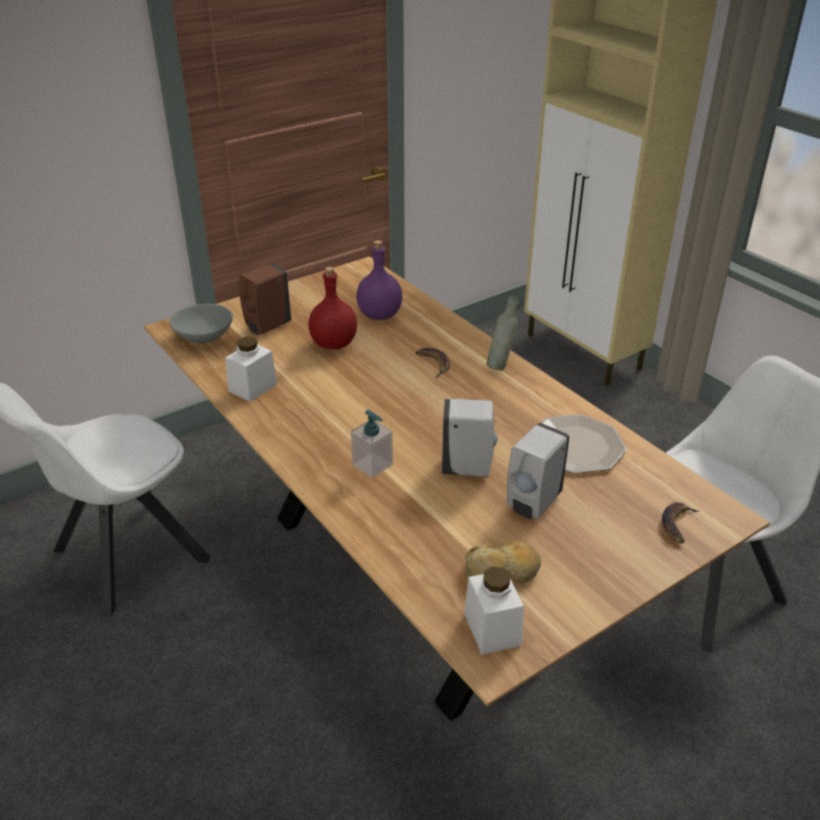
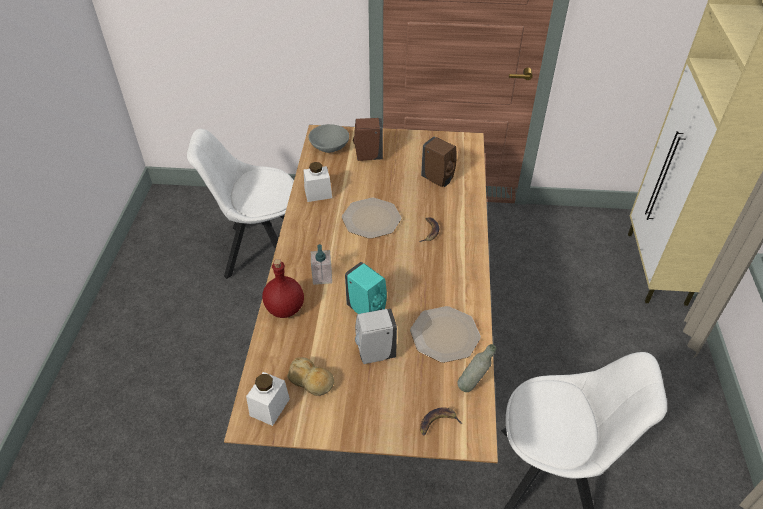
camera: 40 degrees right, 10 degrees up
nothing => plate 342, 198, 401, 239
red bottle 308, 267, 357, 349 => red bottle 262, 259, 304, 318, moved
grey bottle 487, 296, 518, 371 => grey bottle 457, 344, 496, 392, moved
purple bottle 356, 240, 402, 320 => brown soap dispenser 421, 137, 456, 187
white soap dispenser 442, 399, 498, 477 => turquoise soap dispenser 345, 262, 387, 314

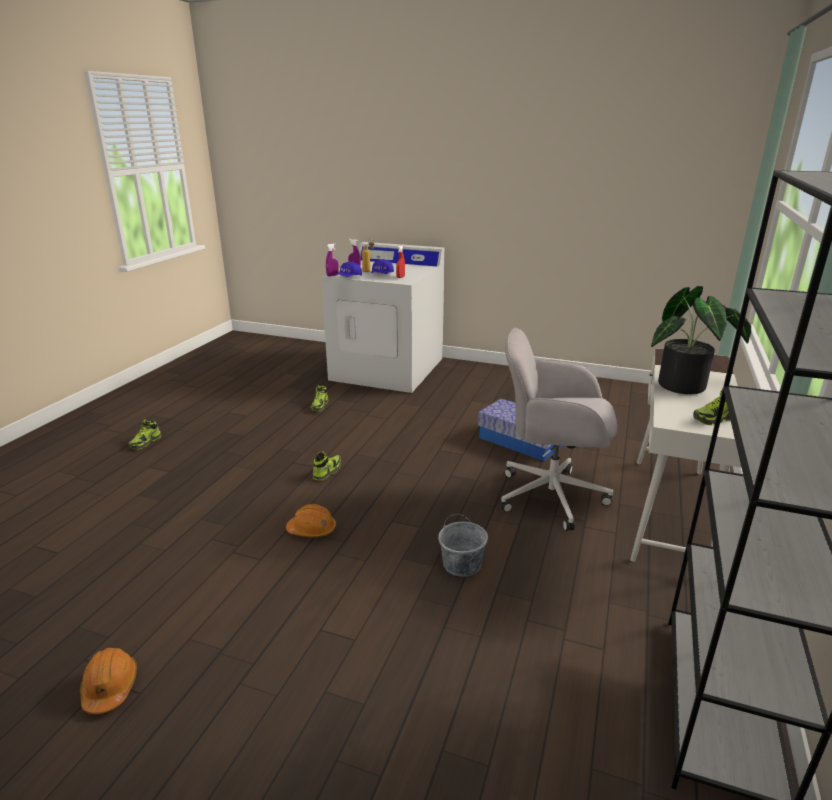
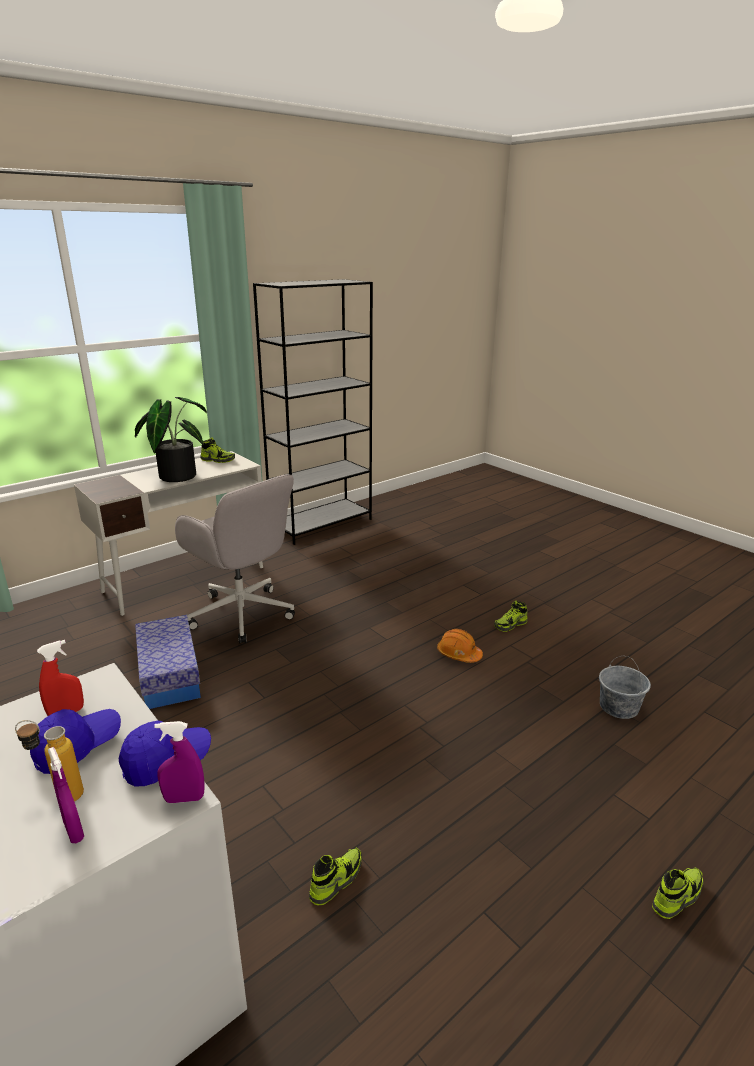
camera: 150 degrees left, 0 degrees up
orange hard hat 80, 648, 137, 714 => nothing
shoe 313, 452, 341, 481 => shoe 494, 600, 528, 632, moved
grey bucket 438, 514, 488, 577 => grey bucket 599, 656, 651, 719, moved

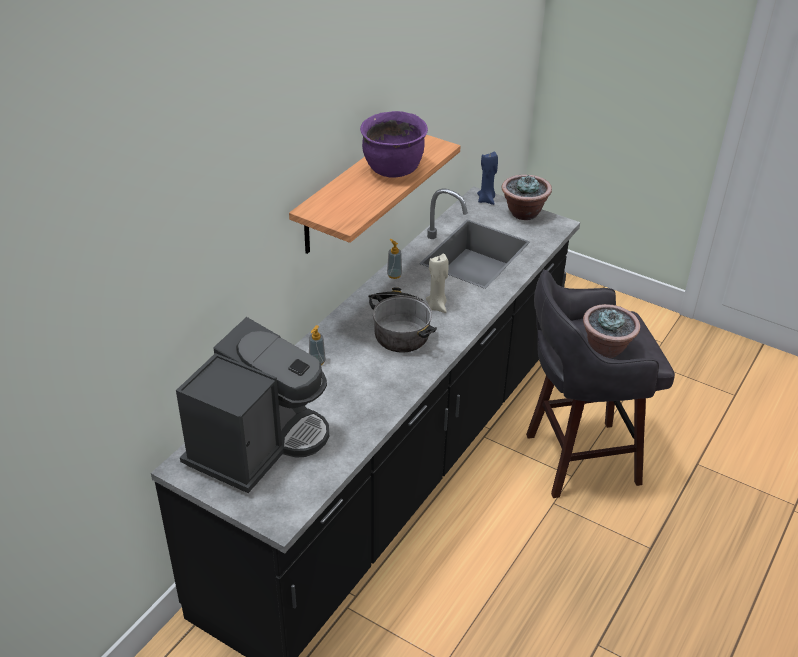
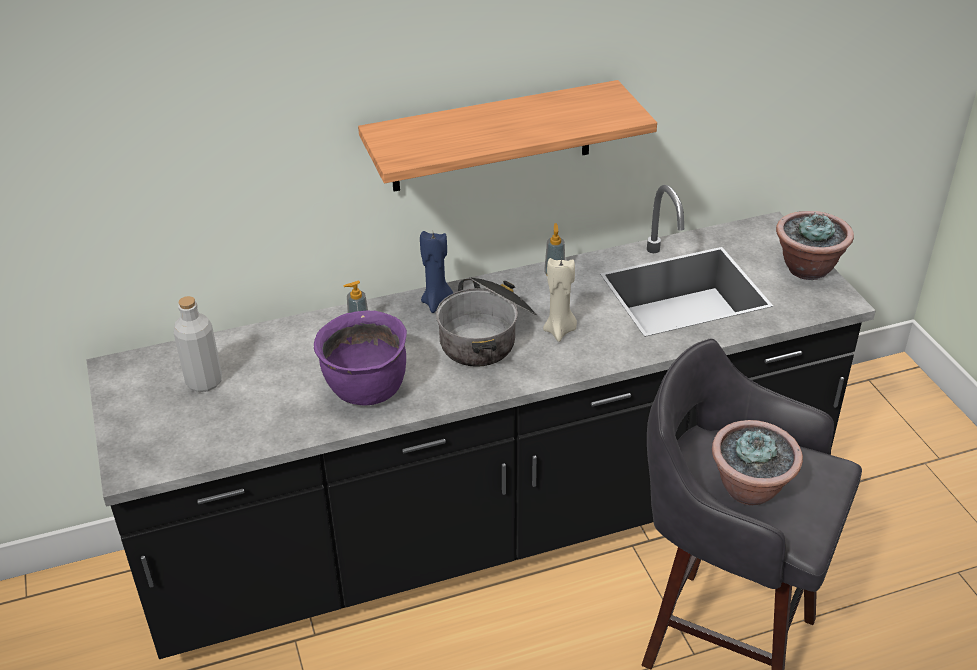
camera: 40 degrees right, 0 degrees up
purple cooking pot 360, 111, 428, 177 => purple cooking pot 314, 311, 407, 405, moved
blue candle 477, 151, 498, 205 => blue candle 420, 231, 453, 313, moved
coffee machine 176, 317, 329, 493 => grey bottle 174, 296, 222, 392

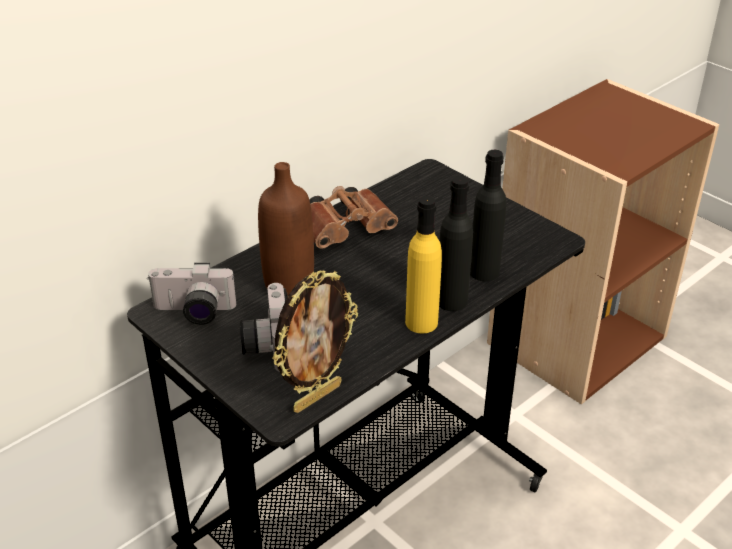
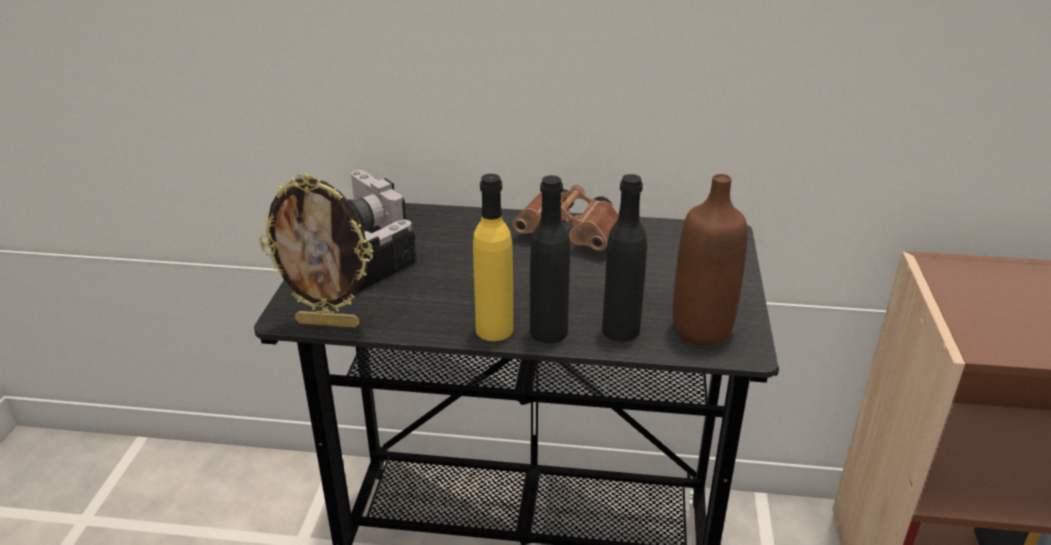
camera: 50 degrees right, 5 degrees down
brown bottle 258, 162, 314, 296 => brown bottle 673, 174, 748, 345, moved

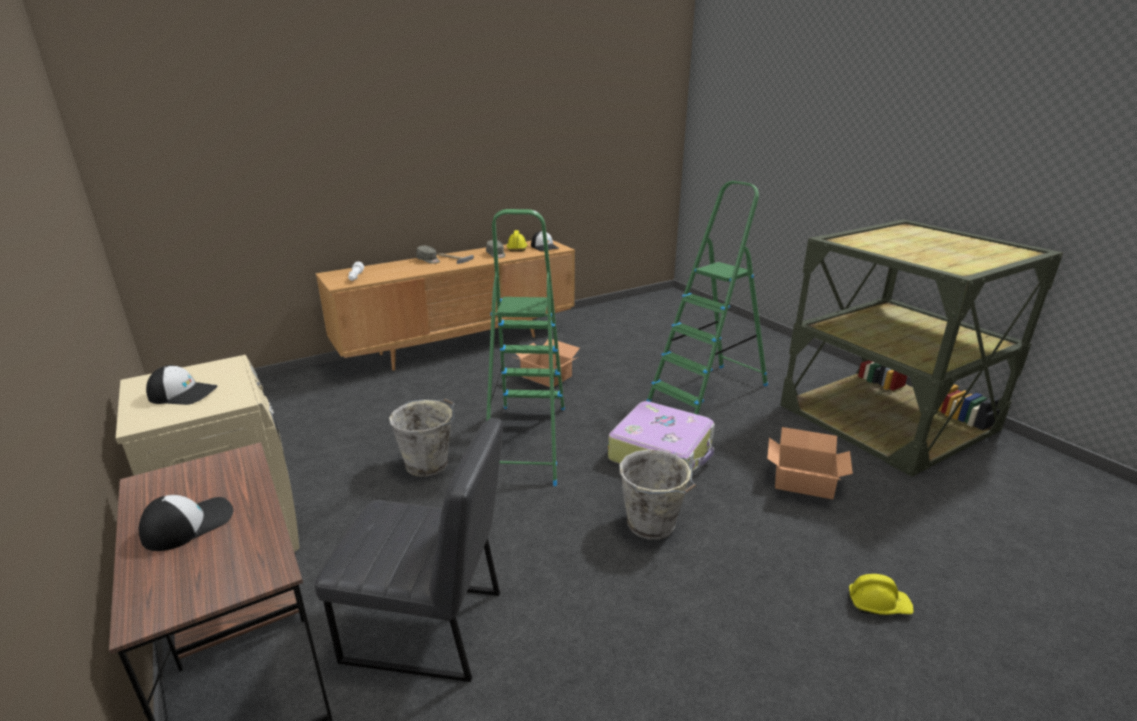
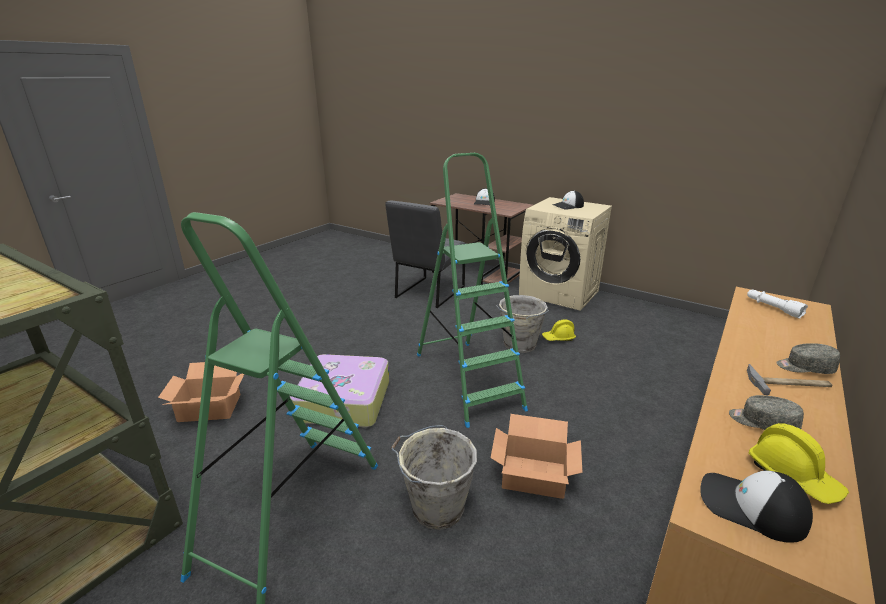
camera: 155 degrees right, 0 degrees up
grey bucket 619, 449, 696, 540 => grey bucket 391, 425, 477, 530, moved
yellow hard hat 849, 574, 914, 615 => yellow hard hat 542, 319, 576, 341, moved
grey chair 315, 418, 503, 682 => grey chair 385, 201, 467, 308, 45 degrees counterclockwise

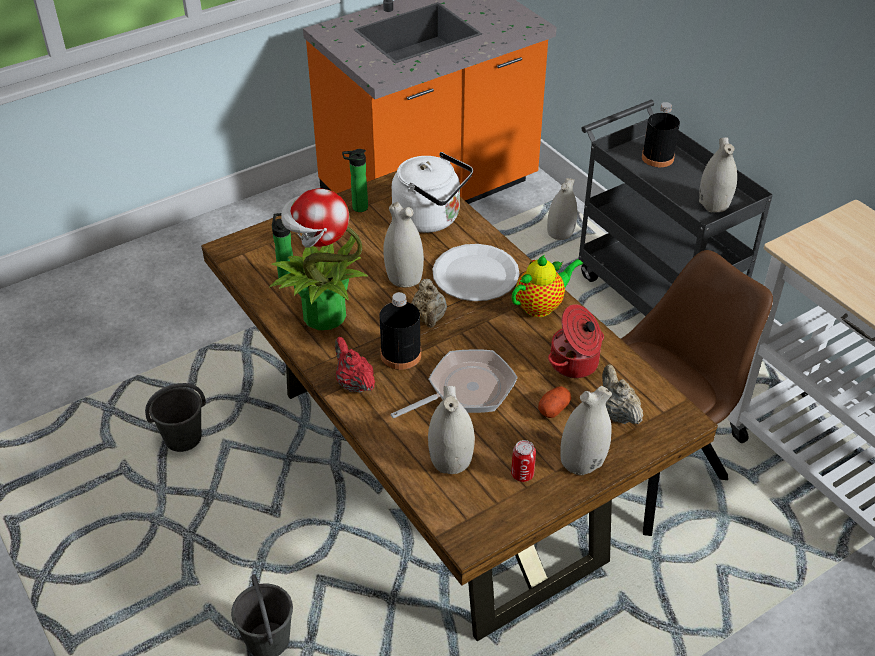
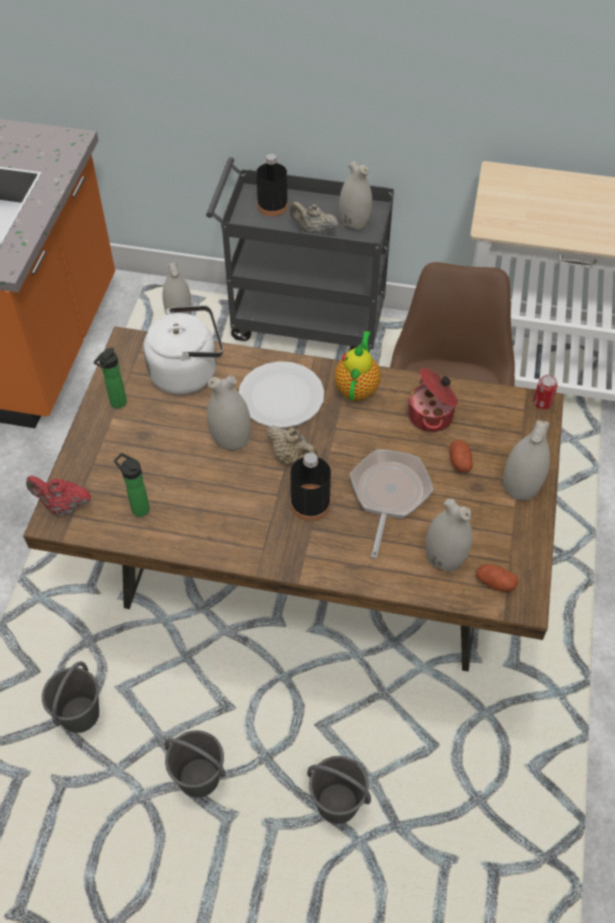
camera: 45 degrees left, 10 degrees up
potted plant 269, 188, 369, 330 => nothing
nothing => grey bucket 165, 730, 225, 798
nothing => potato 476, 564, 519, 592
red teapot 335, 337, 375, 393 => red teapot 26, 476, 91, 515, moved
can 511, 440, 536, 482 => can 533, 375, 558, 409, moved
beige teapot 602, 364, 643, 424 => beige teapot 290, 202, 338, 236, moved

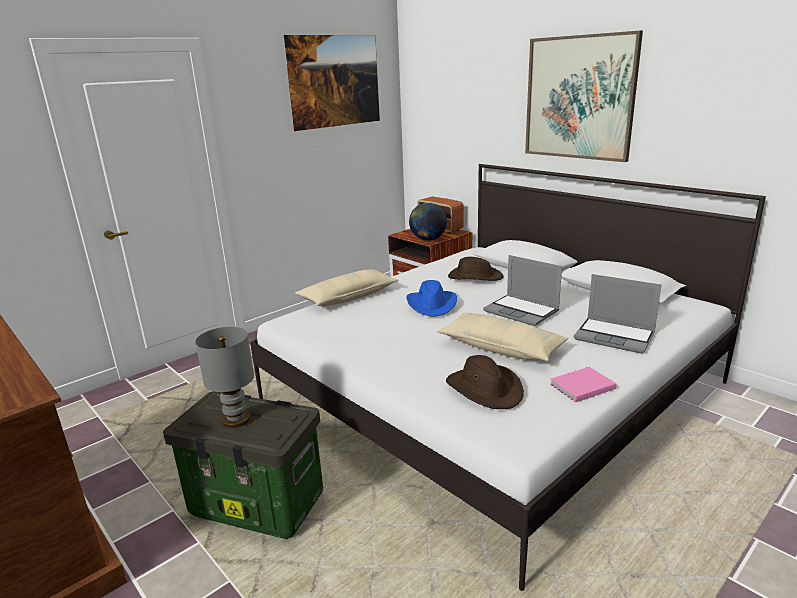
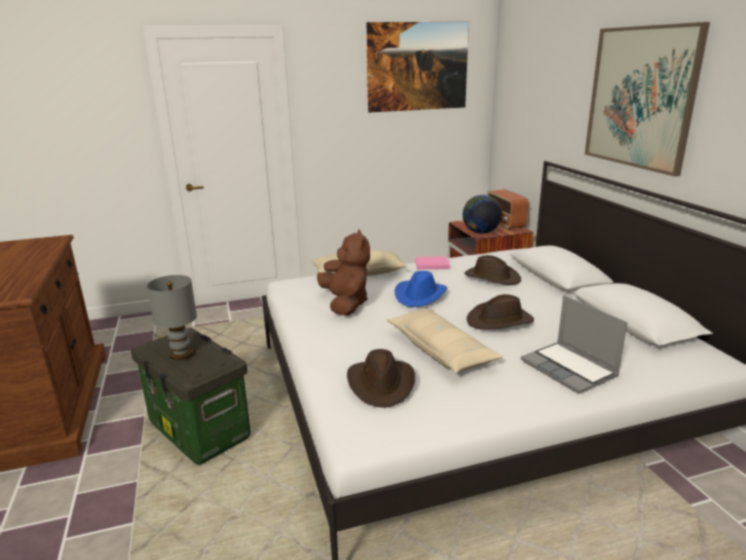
camera: 25 degrees right, 0 degrees up
nothing => brown plush toy 317, 229, 370, 316
pink book 550, 367, 617, 402 => pink book 415, 256, 450, 269, moved
laptop 483, 255, 562, 326 => brown hat 467, 294, 534, 330

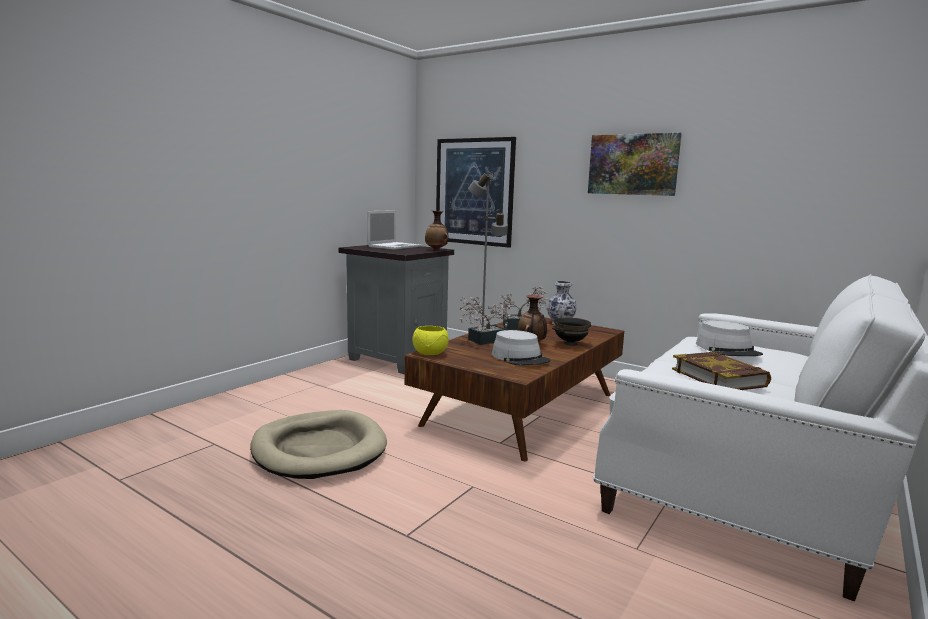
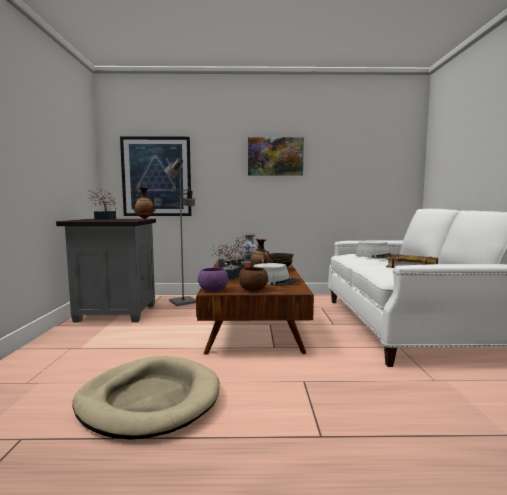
camera: 35 degrees left, 5 degrees down
nothing => brown bowl 239, 267, 268, 291
laptop 367, 210, 421, 250 => potted plant 88, 188, 117, 220
yellow bowl 413, 326, 449, 355 => purple bowl 198, 268, 228, 292

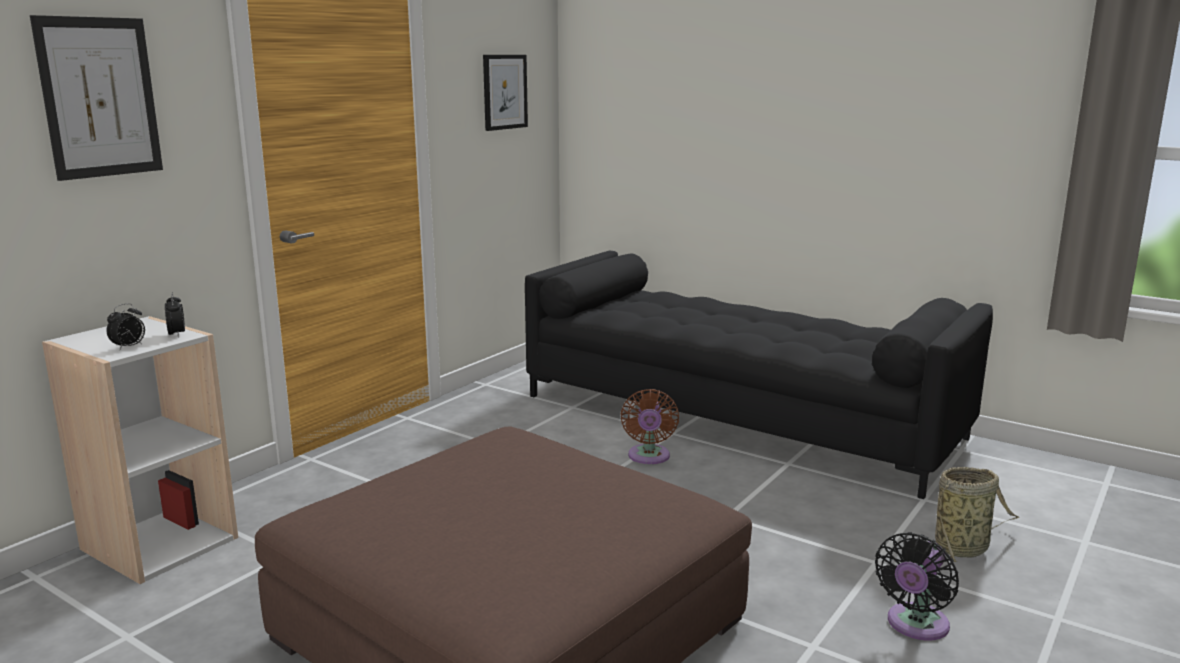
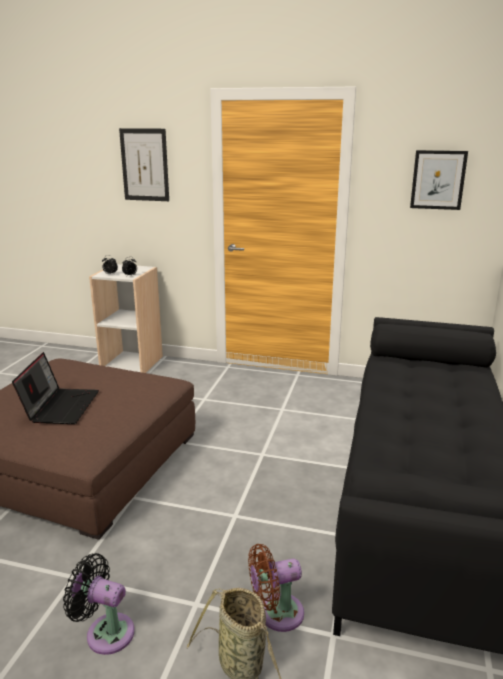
camera: 70 degrees right, 5 degrees up
nothing => laptop 12, 352, 99, 424
brown fan 621, 389, 679, 464 => brown fan 248, 544, 304, 632, moved

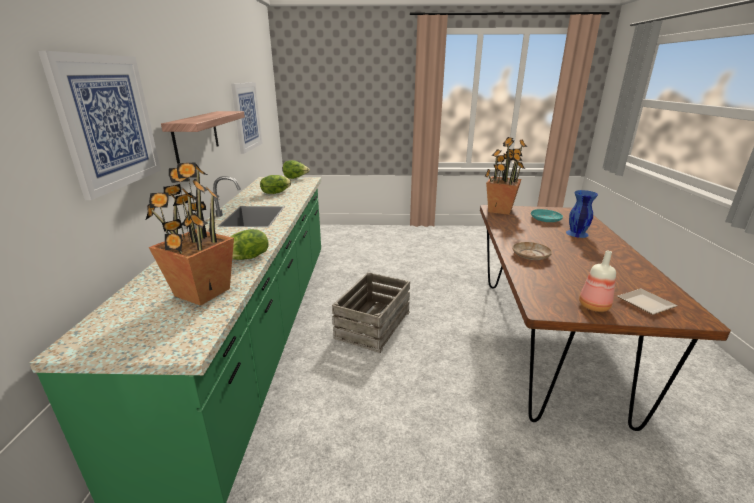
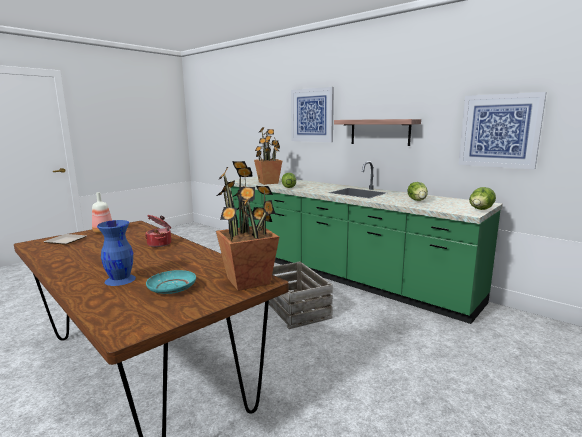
camera: 130 degrees right, 10 degrees down
beige plate 512, 242, 552, 260 => cooking pot 145, 215, 171, 247

